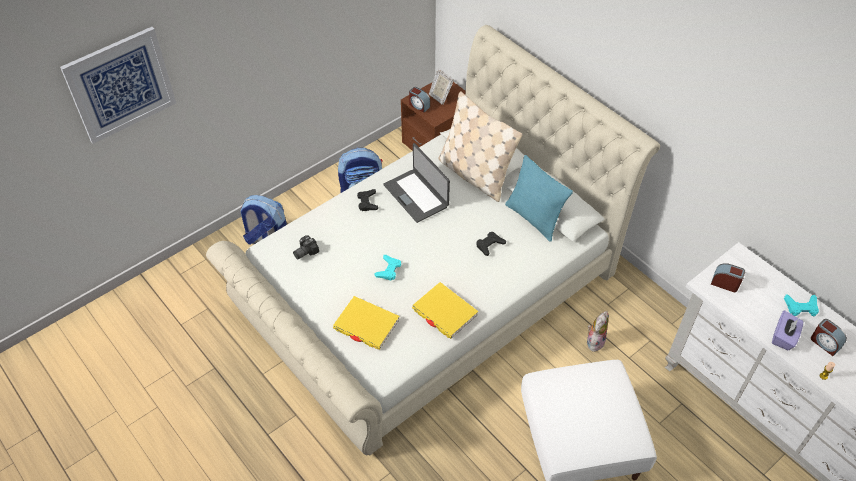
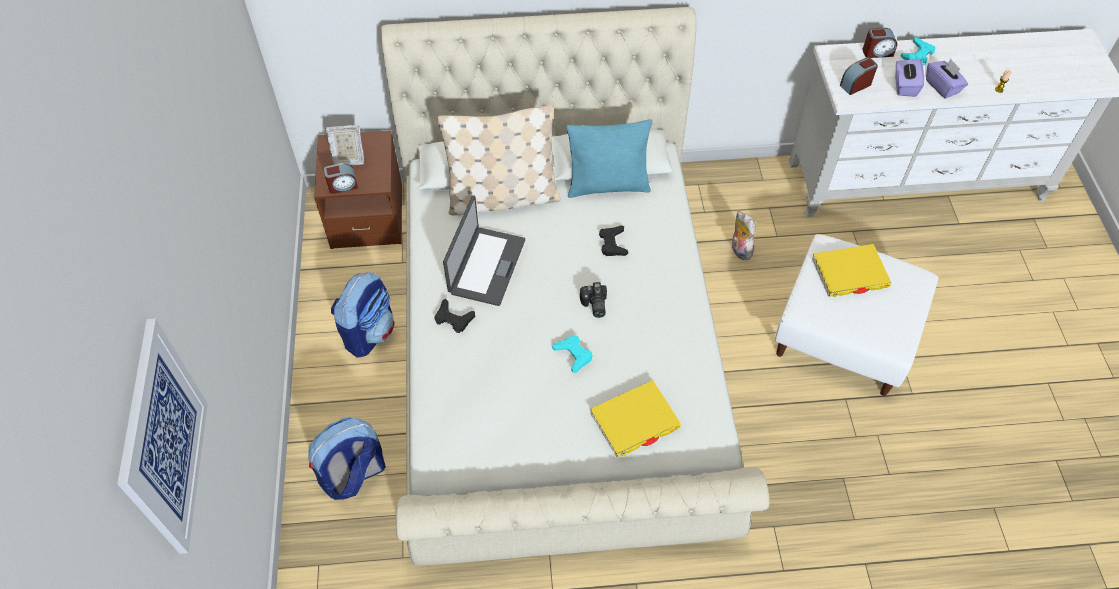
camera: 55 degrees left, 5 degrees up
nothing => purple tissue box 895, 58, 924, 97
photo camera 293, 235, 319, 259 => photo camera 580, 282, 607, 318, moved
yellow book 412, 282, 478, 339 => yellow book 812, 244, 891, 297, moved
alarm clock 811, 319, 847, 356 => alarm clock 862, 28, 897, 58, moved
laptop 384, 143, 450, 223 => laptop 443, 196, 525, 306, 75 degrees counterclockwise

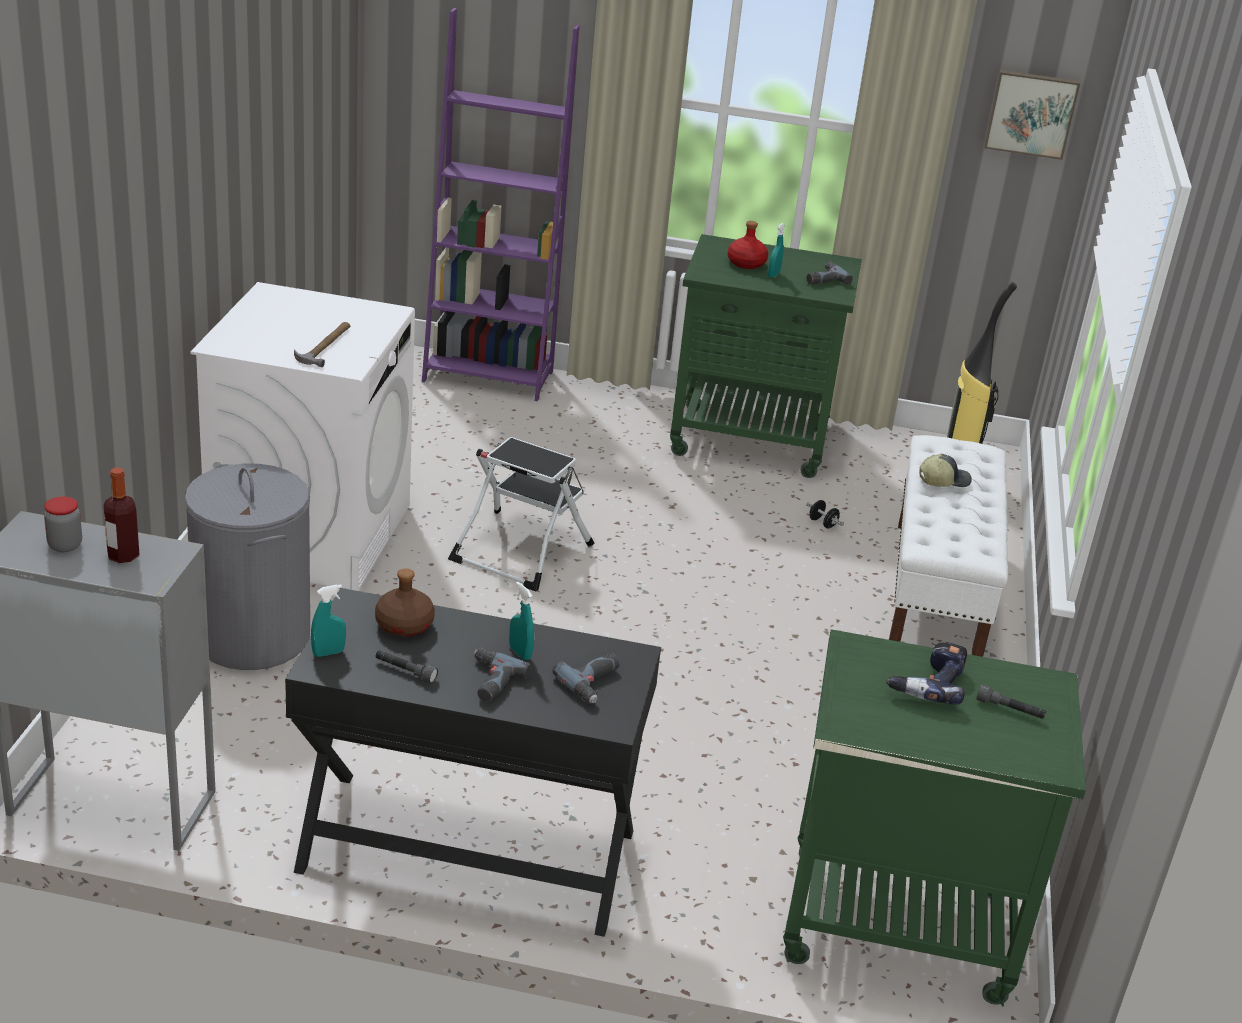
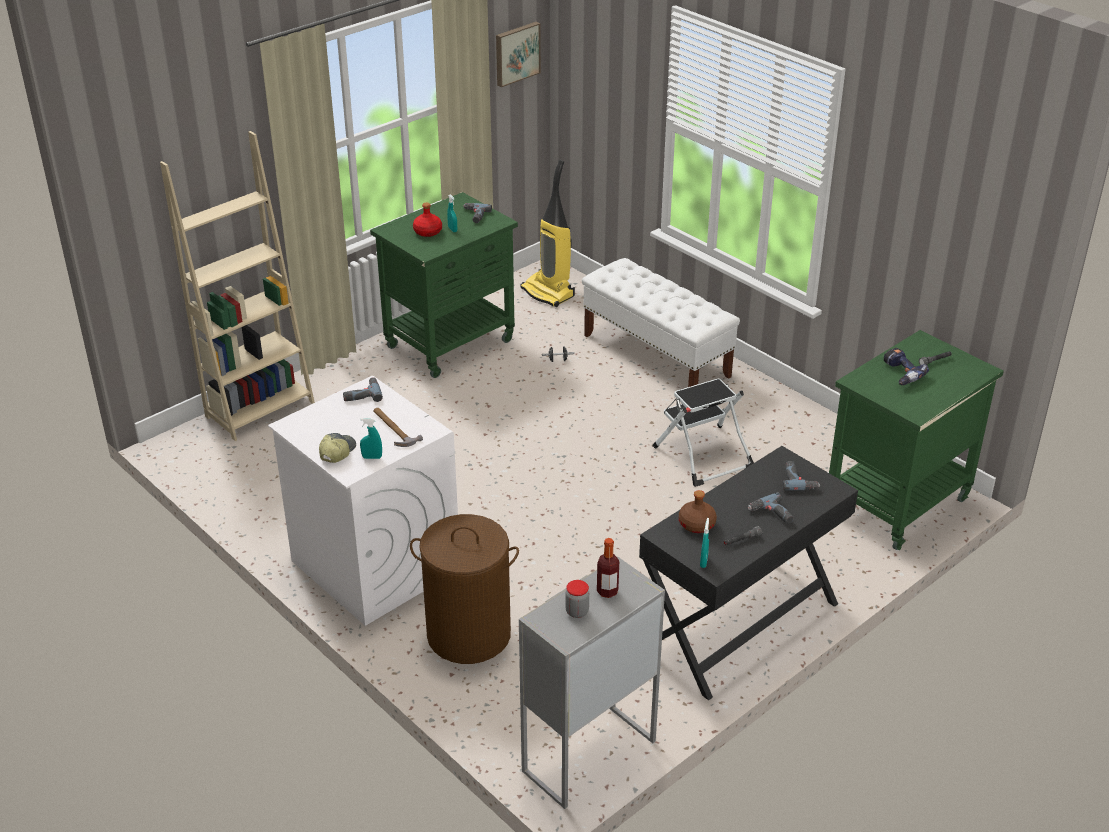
camera: 50 degrees left, 5 degrees up
nothing => power drill 343, 377, 383, 402
step ladder 448, 437, 594, 591 => step ladder 652, 379, 754, 487, moved
turquoise spray bottle 509, 582, 534, 660 => turquoise spray bottle 360, 418, 382, 459, moved
cap 919, 454, 972, 487 => cap 319, 433, 356, 463, moved
grey laundry basket 184, 463, 310, 670 => brown laundry basket 410, 514, 519, 664
purple bookcase 422, 8, 579, 401 => beige bookcase 160, 131, 315, 441

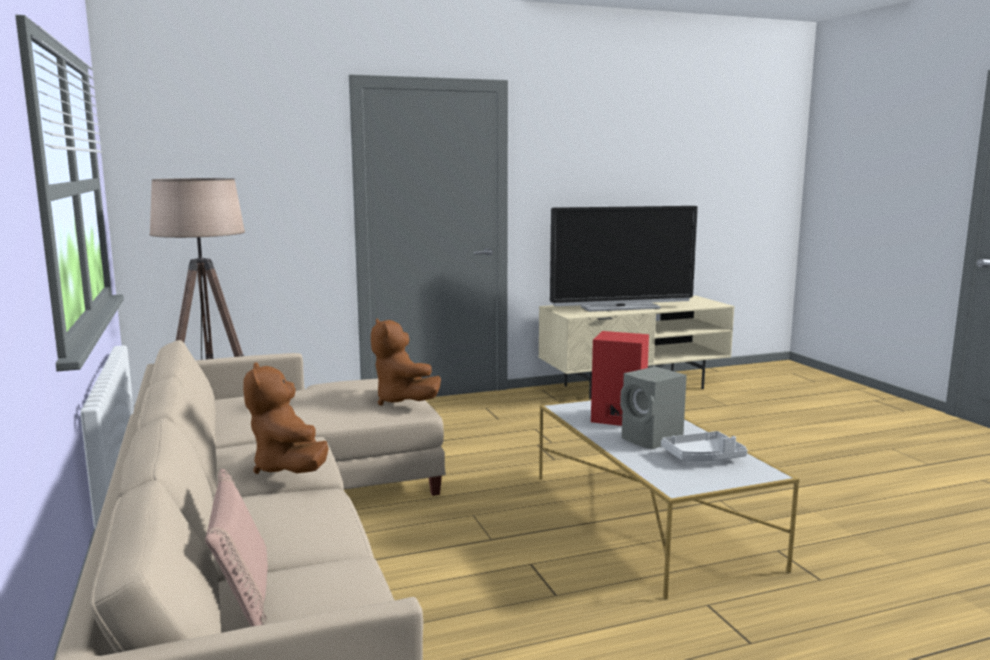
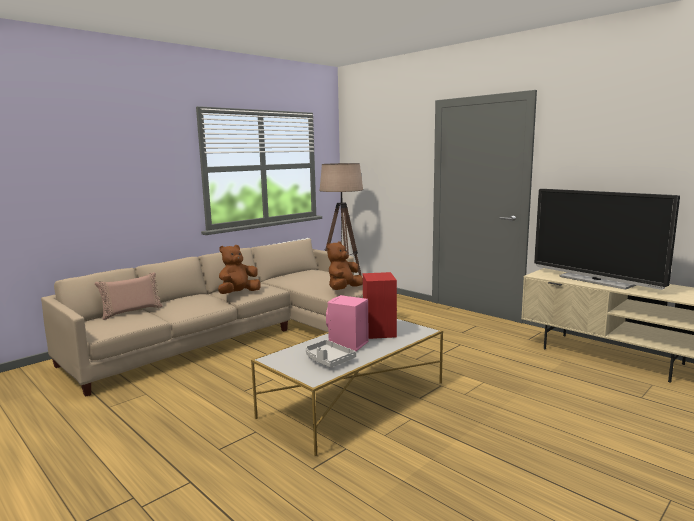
camera: 65 degrees right, 0 degrees up
grey speaker 620, 366, 687, 449 => pink speaker 326, 295, 369, 351

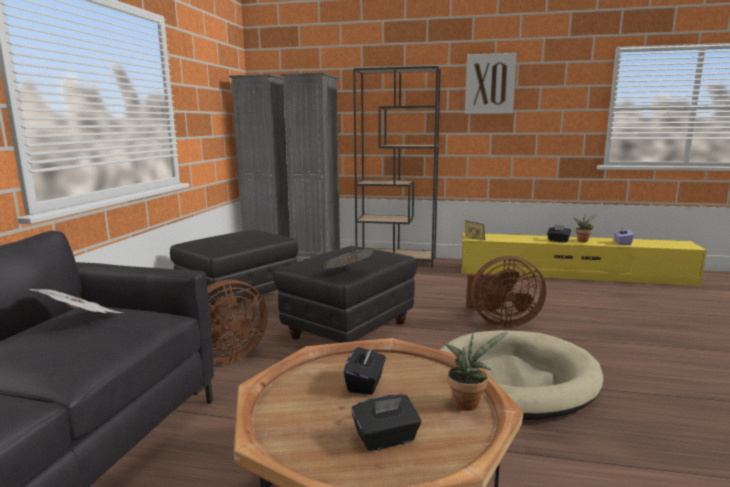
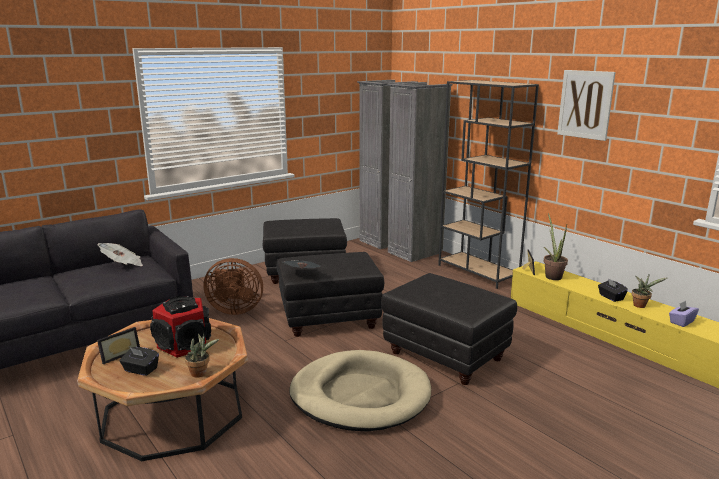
camera: 40 degrees right, 5 degrees up
nothing => picture frame 97, 327, 140, 364
nothing => potted plant 544, 213, 568, 280
black tissue box 344, 346, 386, 395 => speaker 150, 296, 211, 358
brown fan 466, 256, 546, 328 => black ottoman 381, 273, 517, 385

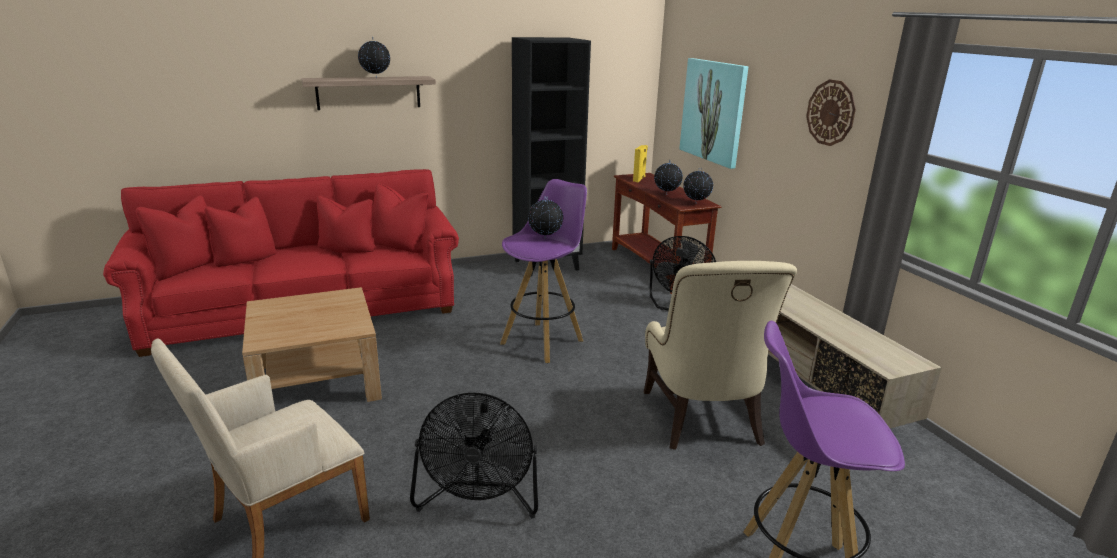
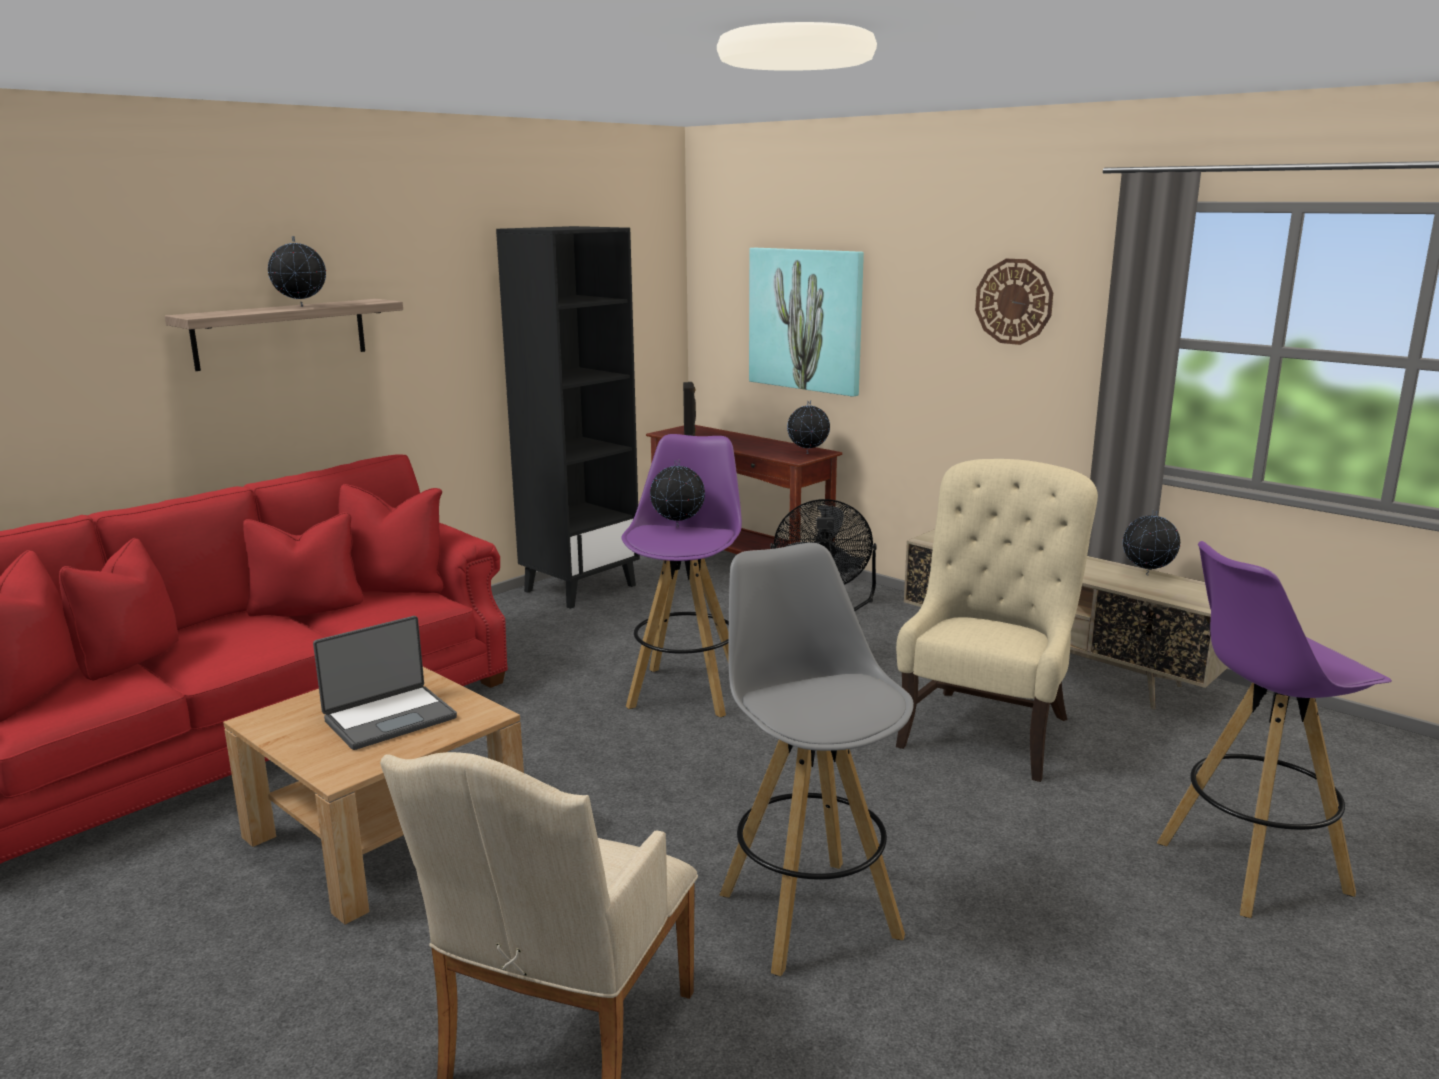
camera: 25 degrees left, 5 degrees down
nothing => laptop 313, 616, 457, 750
globe 654, 160, 683, 195 => globe 1123, 510, 1180, 575, moved
black fan 410, 392, 538, 519 => grey stool 719, 543, 914, 976
yellow speaker 633, 145, 648, 182 => black speaker 683, 382, 696, 436
beige armchair 644, 261, 797, 450 => beige armchair 896, 459, 1098, 782, 120 degrees counterclockwise

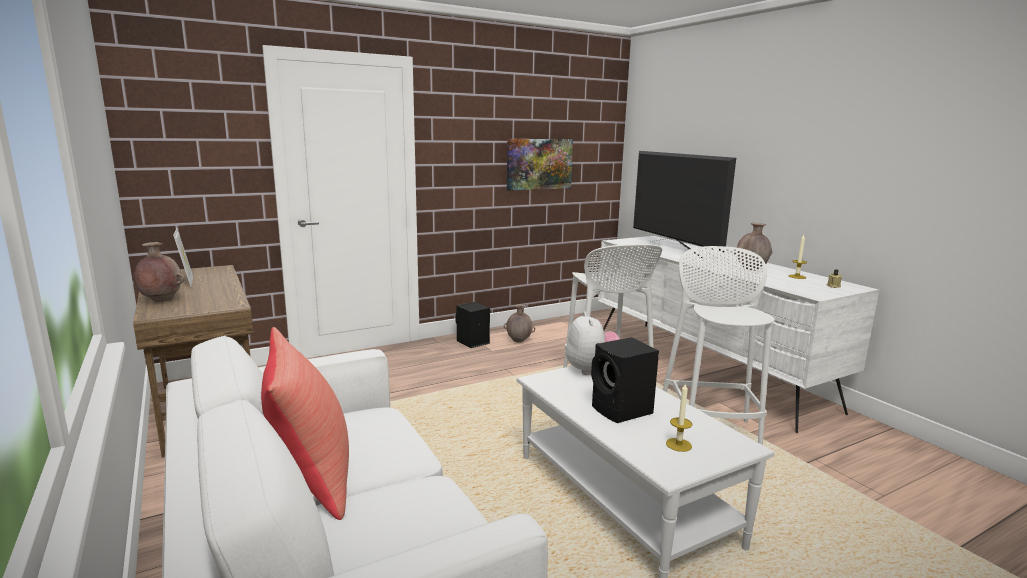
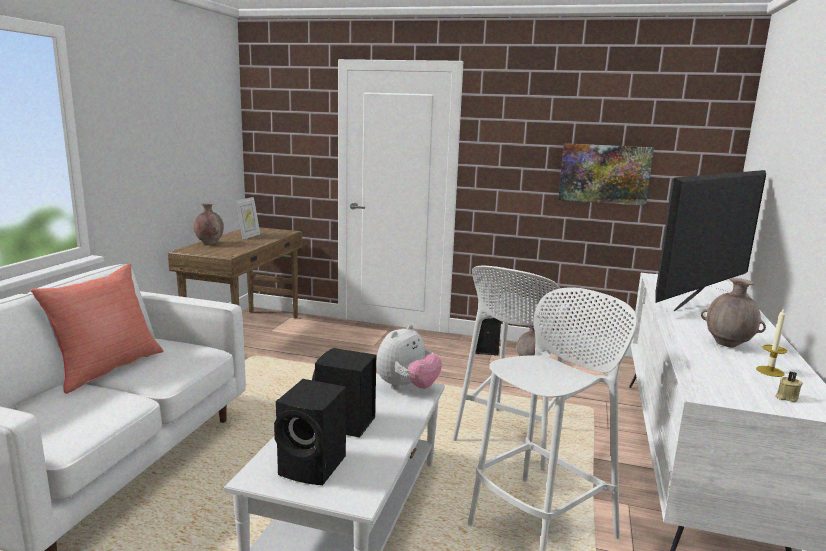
camera: 45 degrees right, 0 degrees up
candle 666, 382, 693, 452 => black speaker 274, 379, 346, 485
television 633, 151, 736, 258 => television 655, 170, 766, 311, 150 degrees counterclockwise

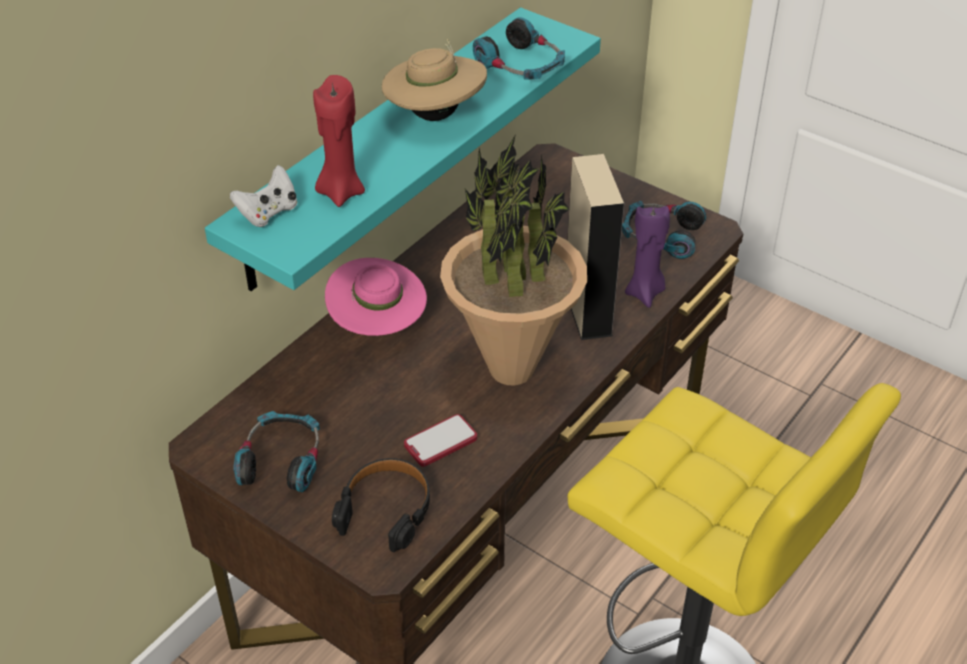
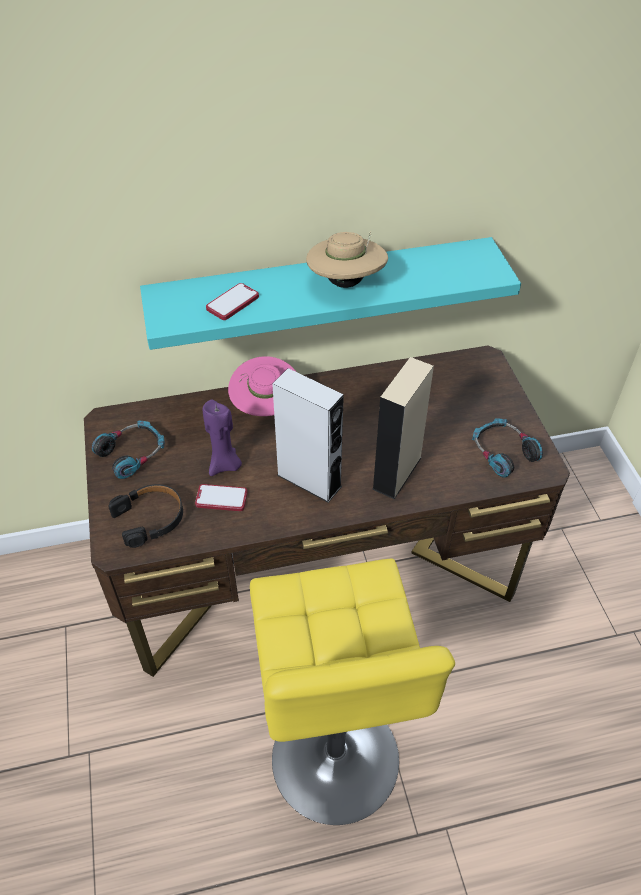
camera: 40 degrees right, 5 degrees up
white game controller 230, 165, 297, 227 => nothing
headphones 473, 17, 565, 80 => nothing
purple candle 625, 206, 670, 308 => purple candle 203, 400, 242, 476, moved
red candle 313, 75, 365, 207 => phone 206, 283, 259, 320
potted plant 440, 134, 587, 385 => grey speaker 272, 368, 344, 503

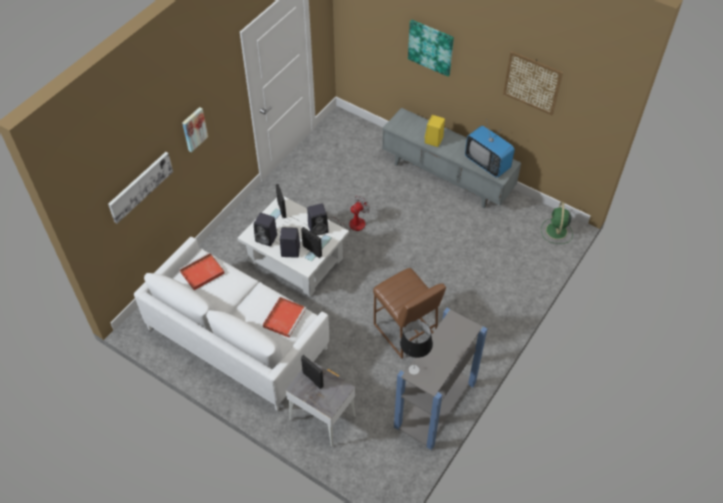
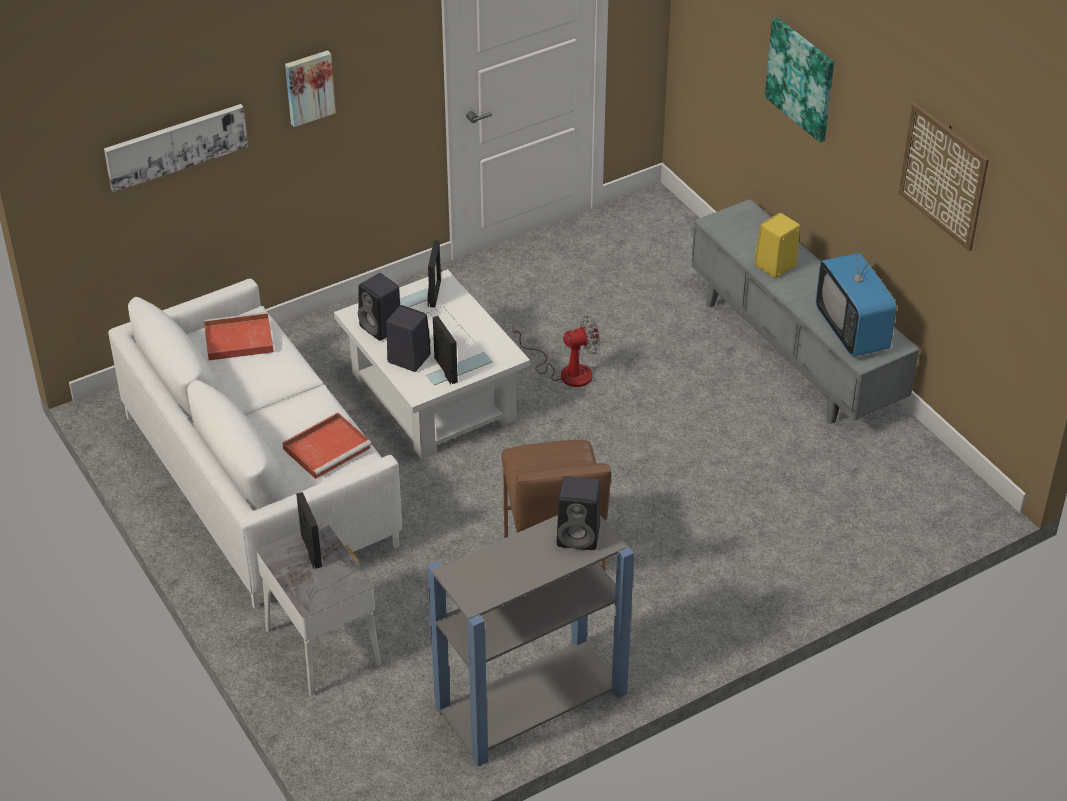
camera: 25 degrees right, 10 degrees down
table lamp 400, 321, 433, 374 => nothing
green fan 541, 202, 573, 244 => nothing
black speaker 307, 204, 329, 235 => black speaker 557, 476, 600, 550, moved

